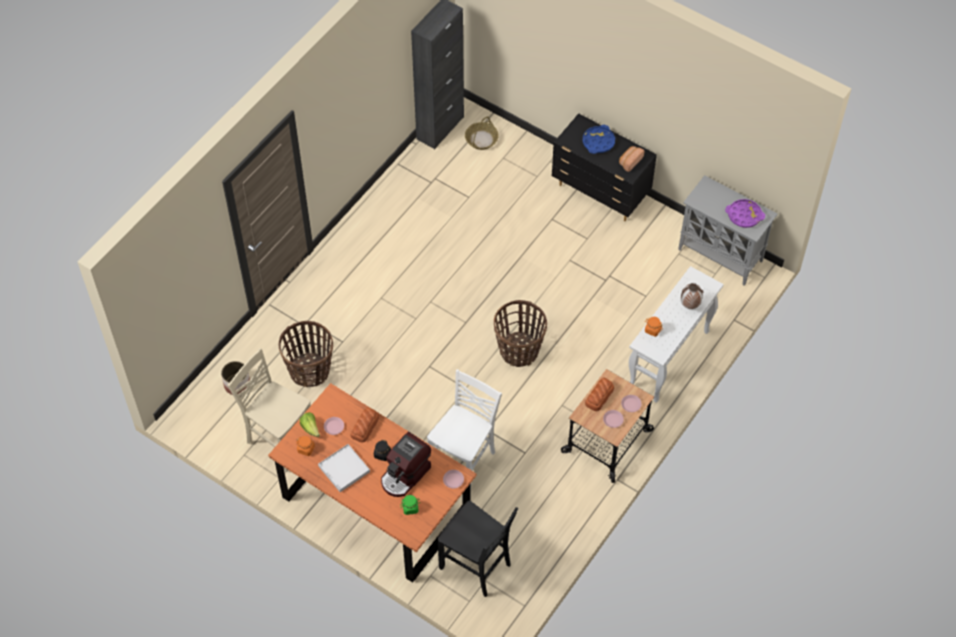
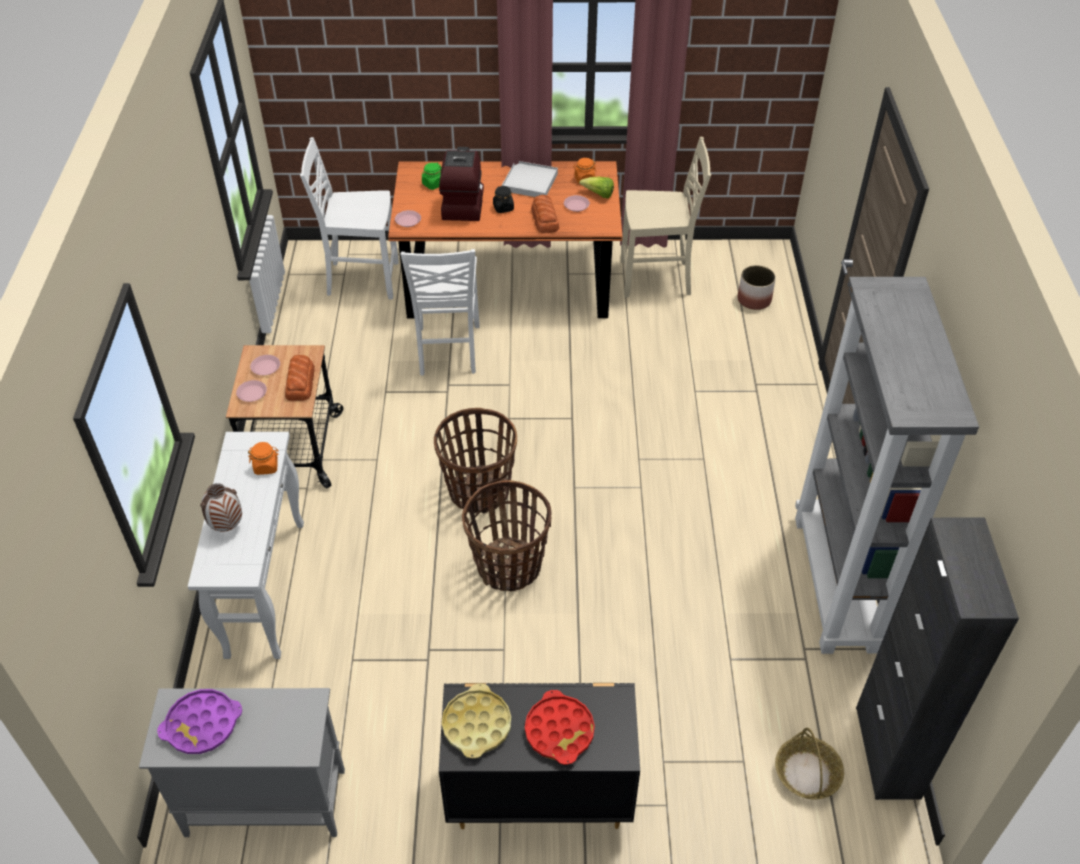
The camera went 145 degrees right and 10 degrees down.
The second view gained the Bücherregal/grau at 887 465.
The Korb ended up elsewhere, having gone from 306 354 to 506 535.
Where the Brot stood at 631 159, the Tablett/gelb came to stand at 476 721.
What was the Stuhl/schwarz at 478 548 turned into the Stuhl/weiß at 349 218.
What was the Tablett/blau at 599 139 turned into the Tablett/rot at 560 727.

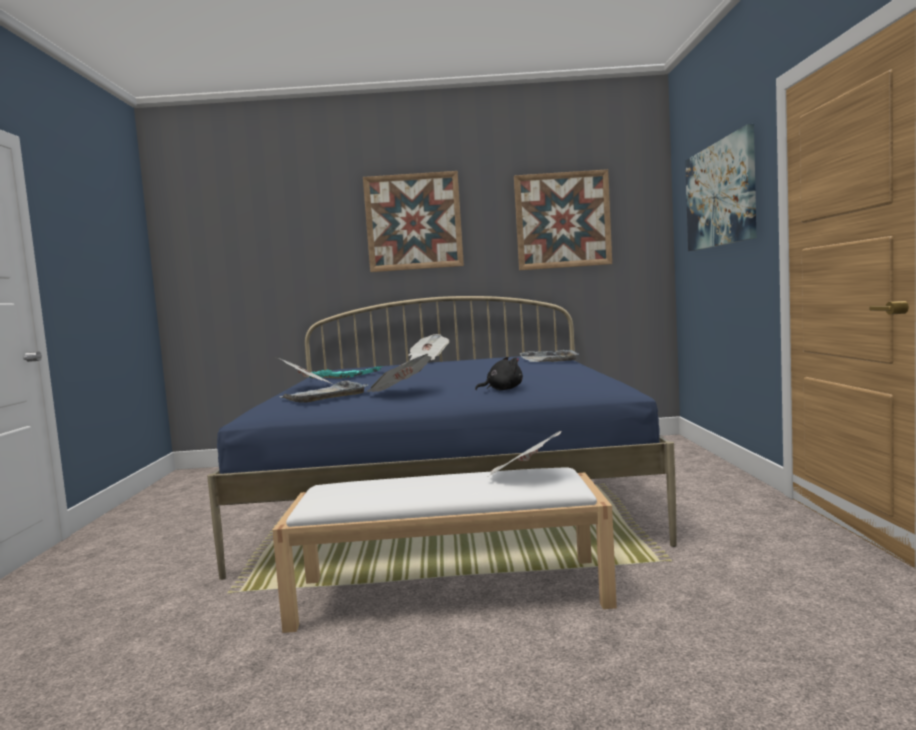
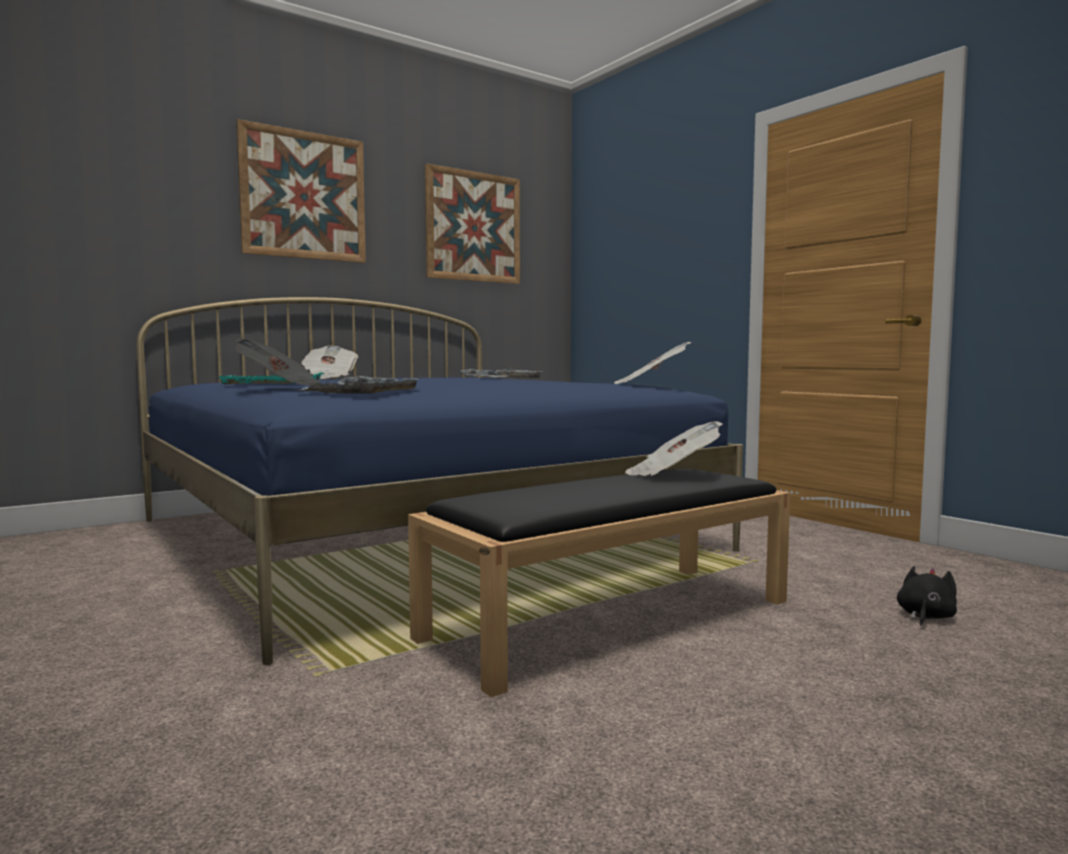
The camera went 35 degrees left and 0 degrees up.
The second view lost the Bild at 720 187.
The Zeitung ended up elsewhere, having gone from 399 373 to 652 363.
The Plüschtier/schwarz ended up elsewhere, having gone from 499 373 to 927 595.
What was the Bank/weiß at 444 550 turned into the Bank/schwarz at 599 582.

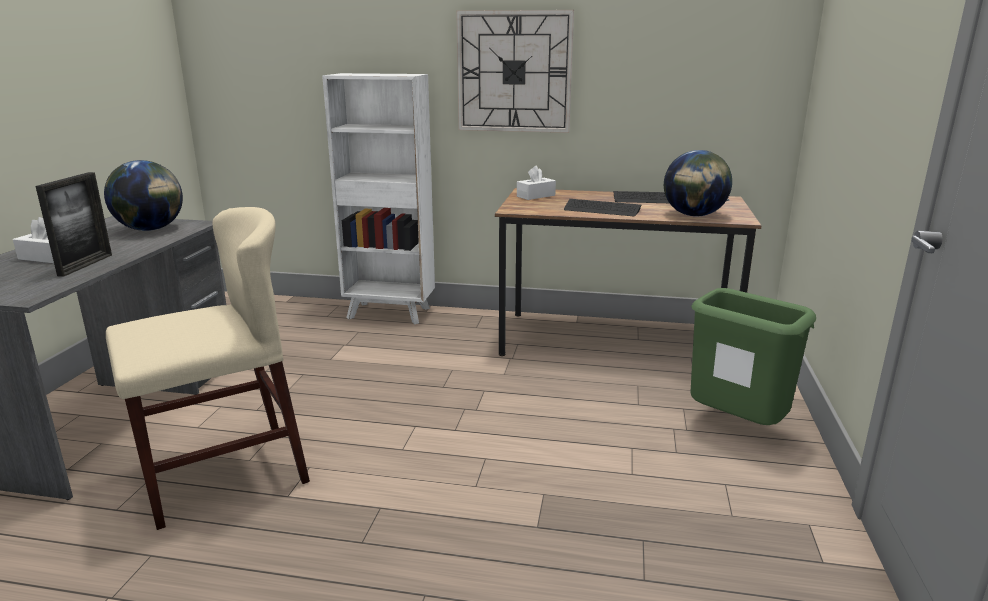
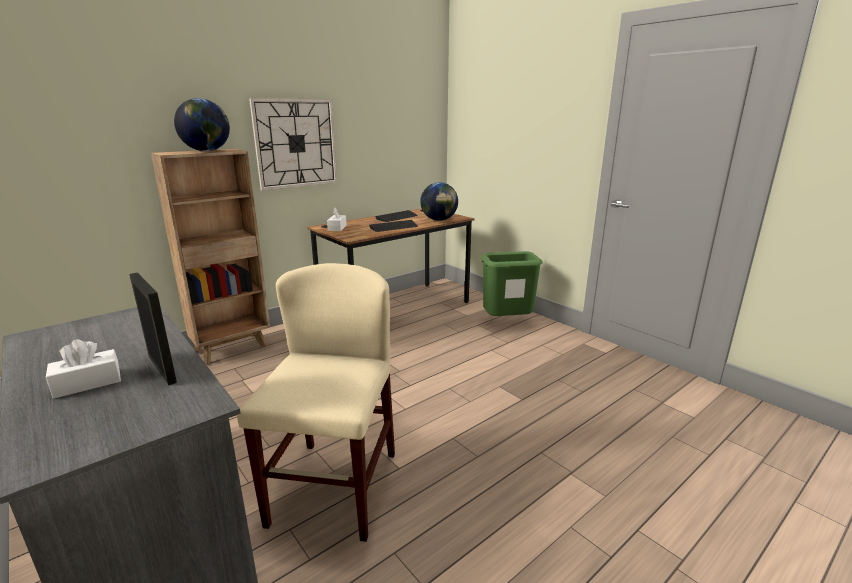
The camera went 50 degrees left and 0 degrees up.
The Globus ended up elsewhere, having gone from 143 195 to 202 124.
What was the Bücherregal/weiß at 378 198 turned into the Bücherregal/braun at 210 257.

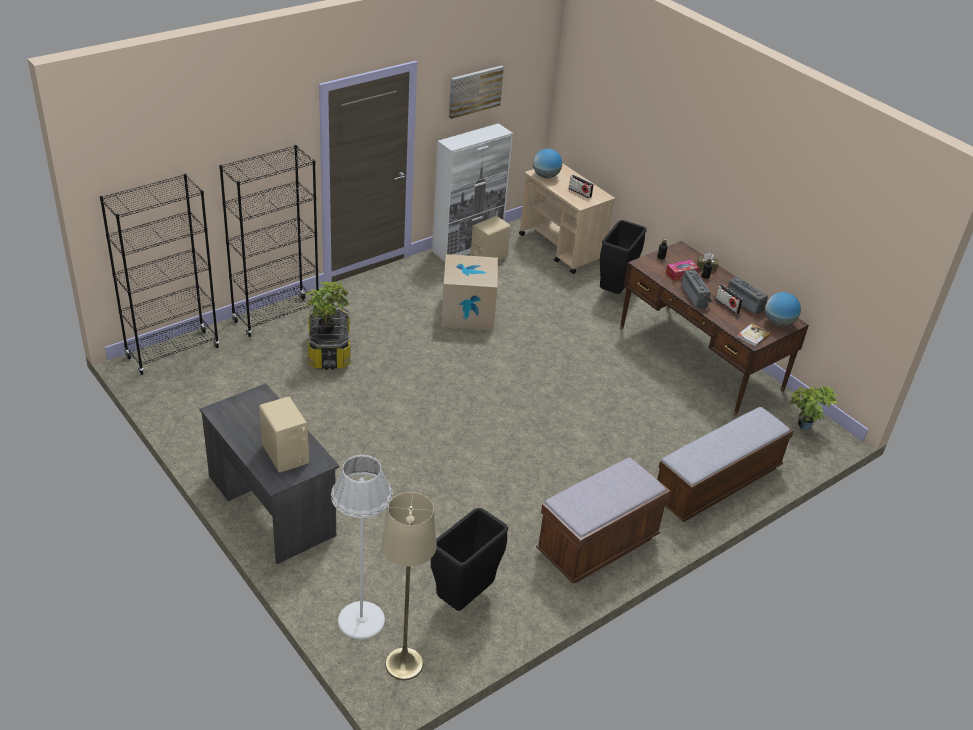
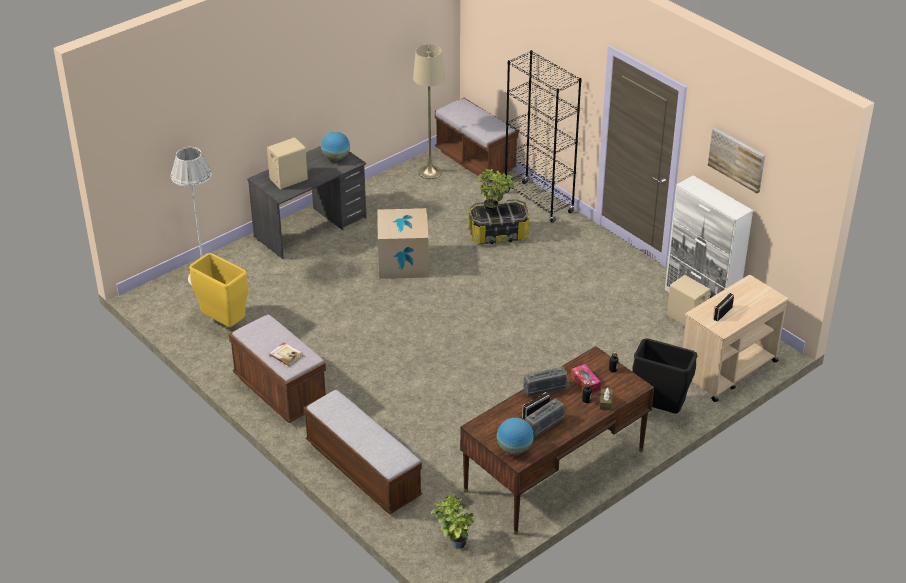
The camera went 90 degrees right and 0 degrees up.
The Stehlampe/beige ended up elsewhere, having gone from 409 586 to 429 111.
The Karton ended up elsewhere, having gone from 469 292 to 403 243.
The Globus ended up elsewhere, having gone from 547 163 to 335 146.
The Buch ended up elsewhere, having gone from 754 335 to 286 354.
Where the Bücherregal/schwarz stood at 159 274, the Bank/braun came to stand at 476 139.
What was the Mülleimer/schwarz at 469 559 turned into the Mülleimer/gelb at 218 290.

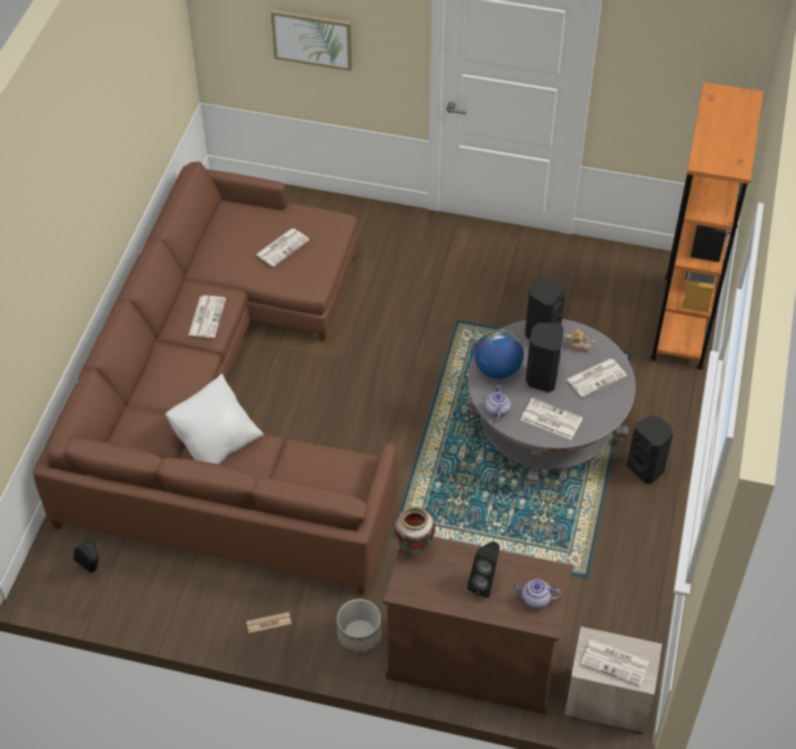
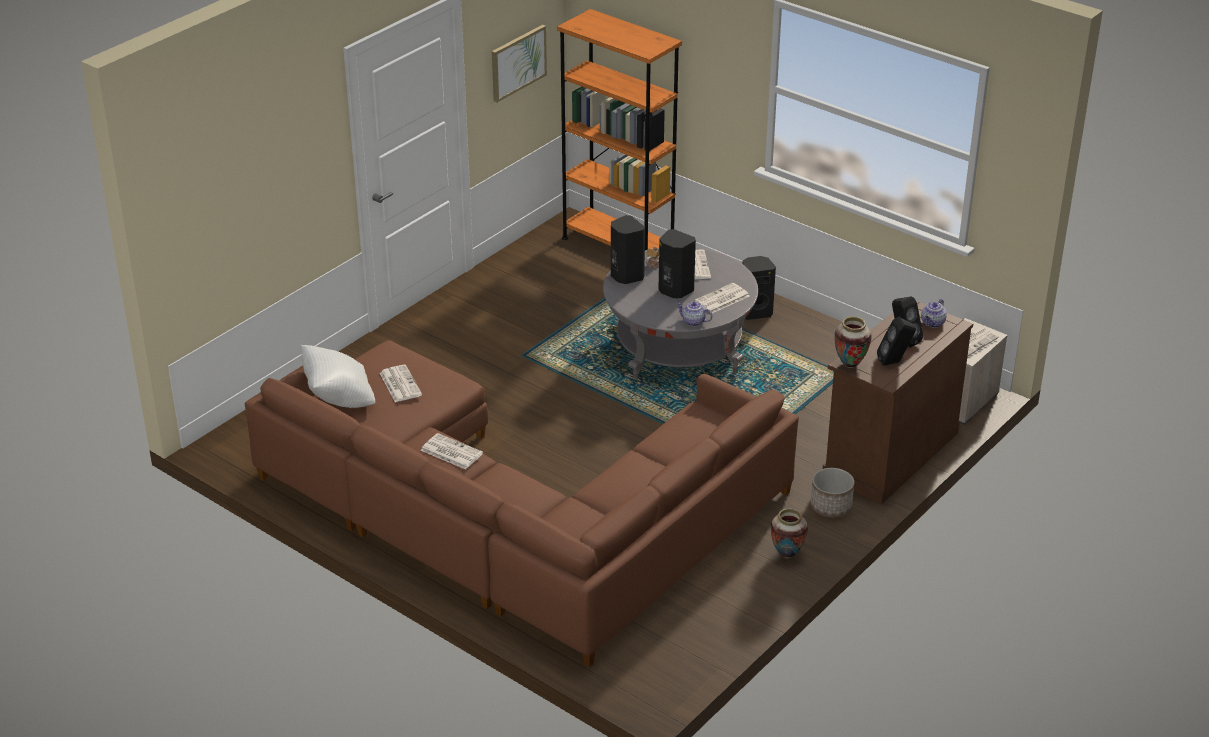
The camera went 65 degrees left and 15 degrees down.
The second view lost the Globus at 499 354.
The Lautsprecher/schwarz ended up elsewhere, having gone from 86 555 to 896 341.
The Kissen/weiß ended up elsewhere, having gone from 214 419 to 338 376.
The Bild ended up elsewhere, having gone from 312 40 to 519 63.
Where the Zeitung stood at 268 622, the Vase came to stand at 789 533.

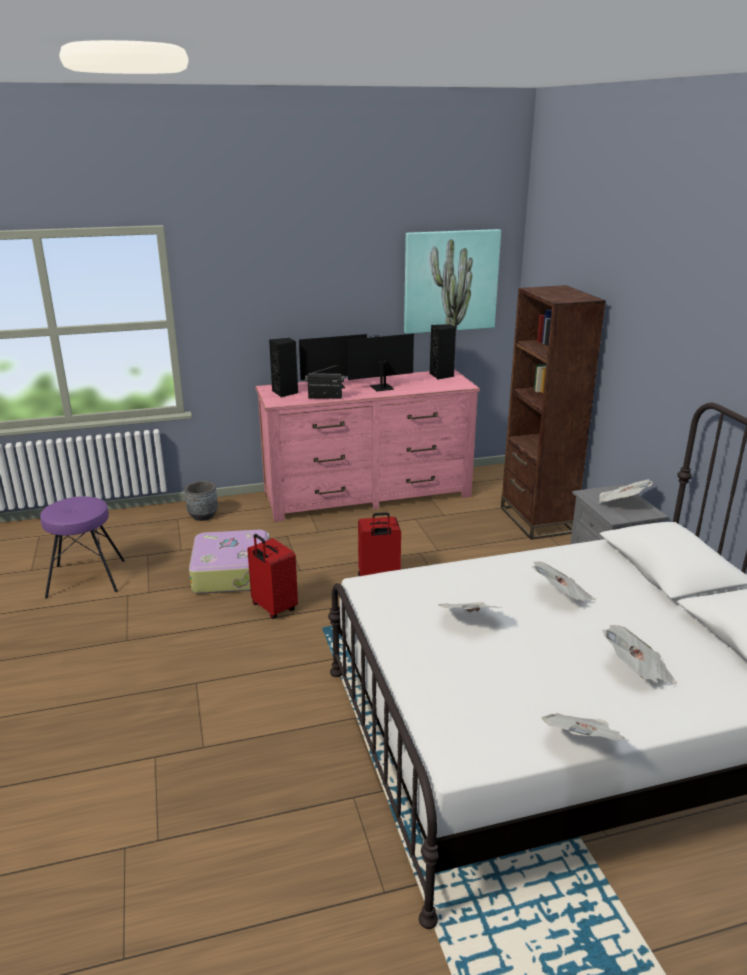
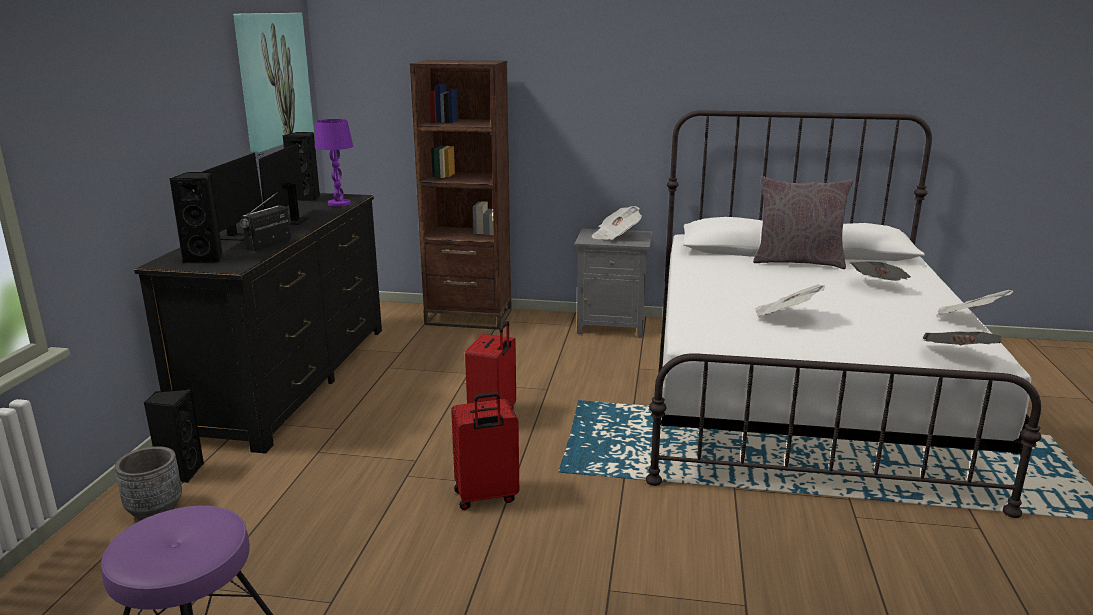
The camera went 65 degrees left and 5 degrees down.
The second view lost the Koffer at 229 562.
The second view gained the Lautsprecher/schwarz at 174 436.
The second view gained the Tischlampe/lila at 334 163.
The second view gained the Kissen/grau at 803 222.
The Zeitung ended up elsewhere, having gone from 564 581 to 962 338.
What was the Kommode/rosa at 367 445 turned into the Kommode/schwarz at 258 323.

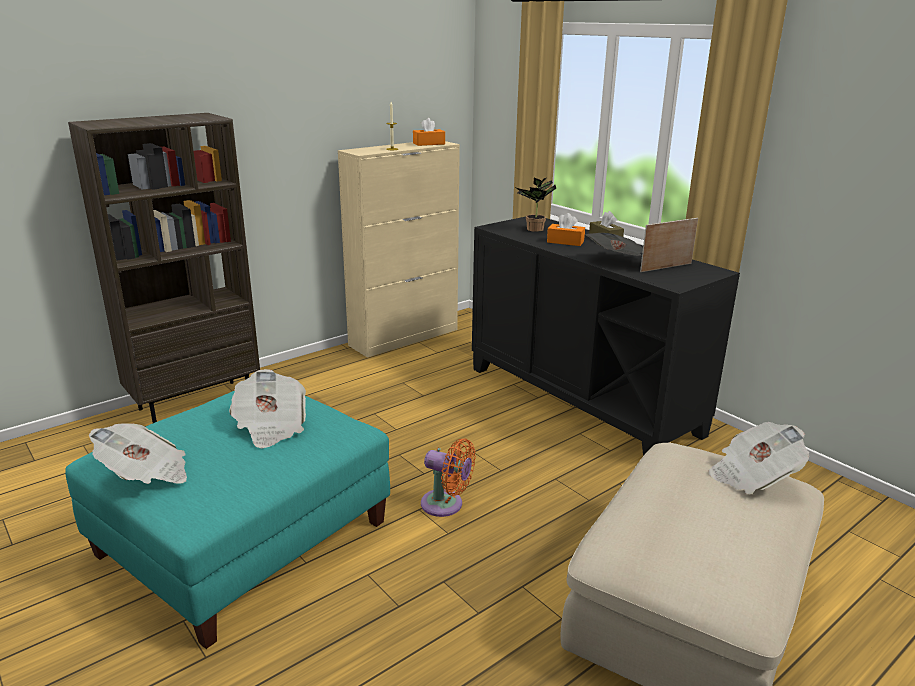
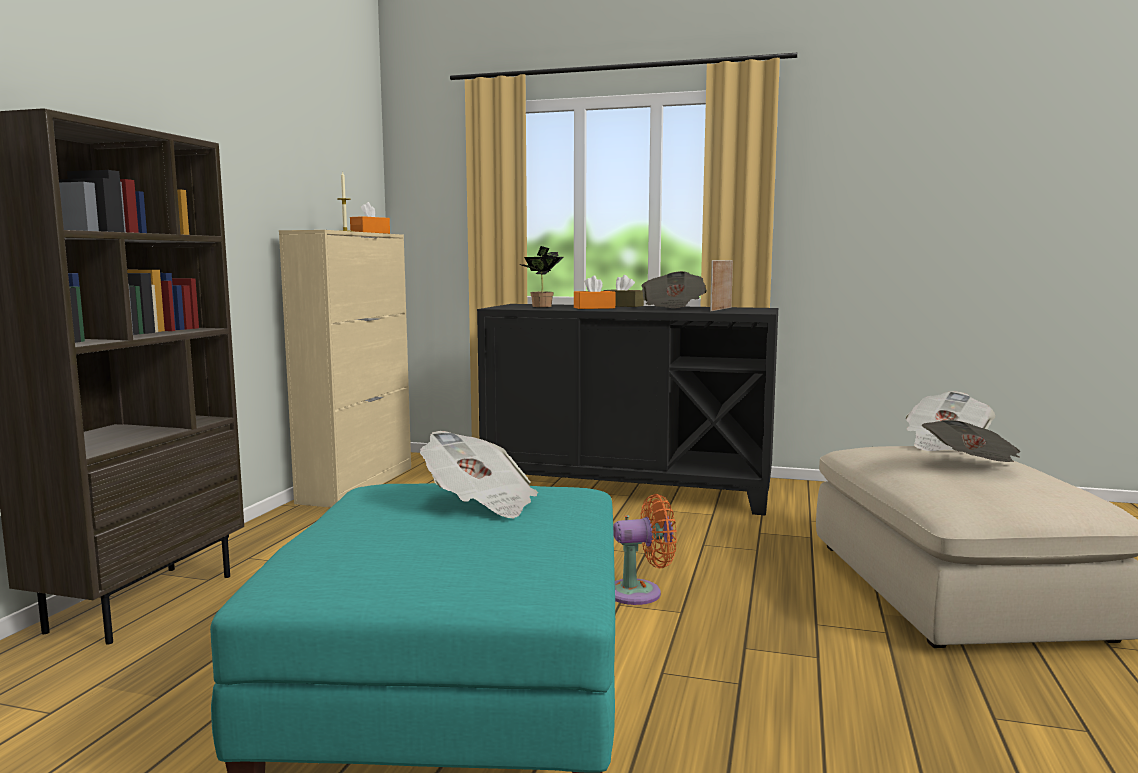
The camera went 35 degrees left and 15 degrees down.
The Zeitung ended up elsewhere, having gone from 138 453 to 971 441.

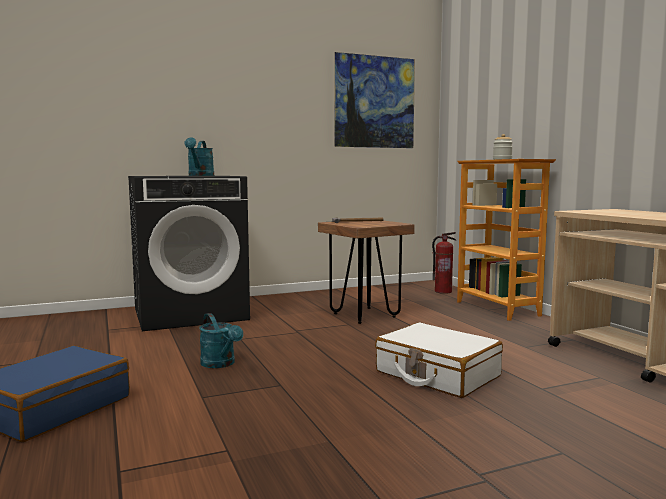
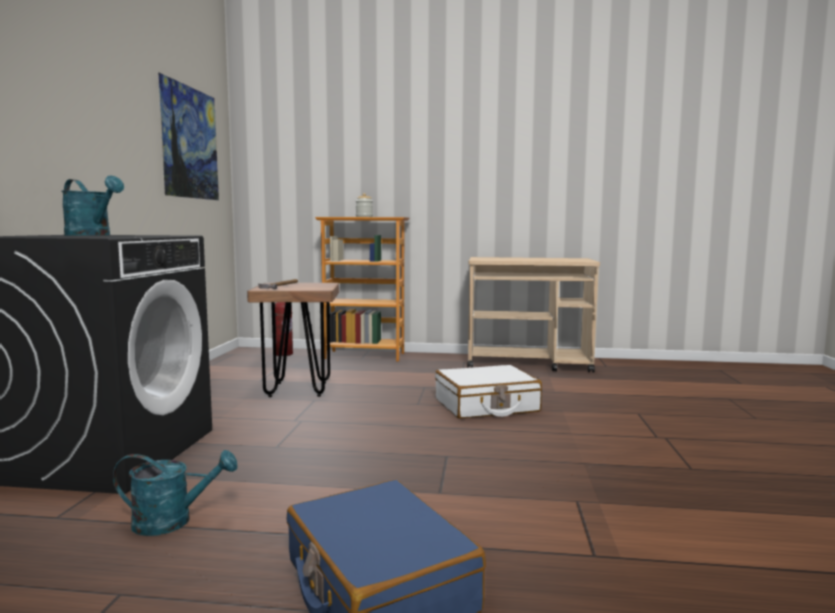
The camera went 60 degrees left and 0 degrees up.
The Gießkanne/türkis ended up elsewhere, having gone from 221 340 to 175 493.

